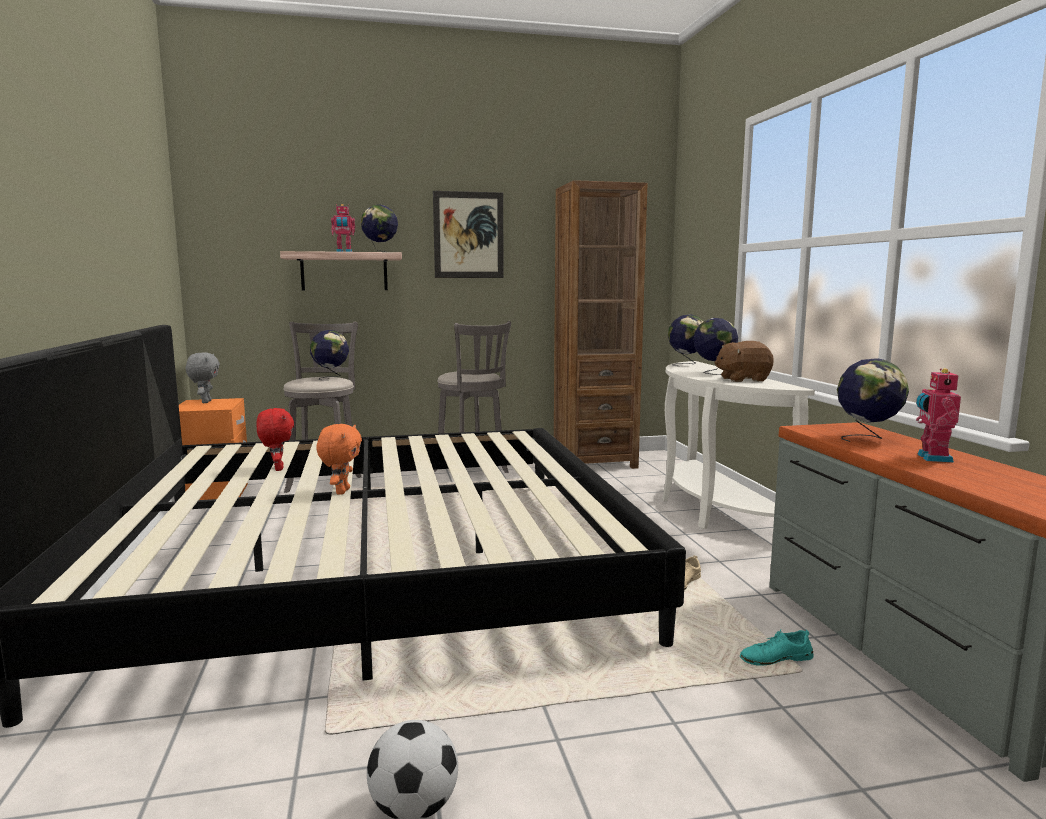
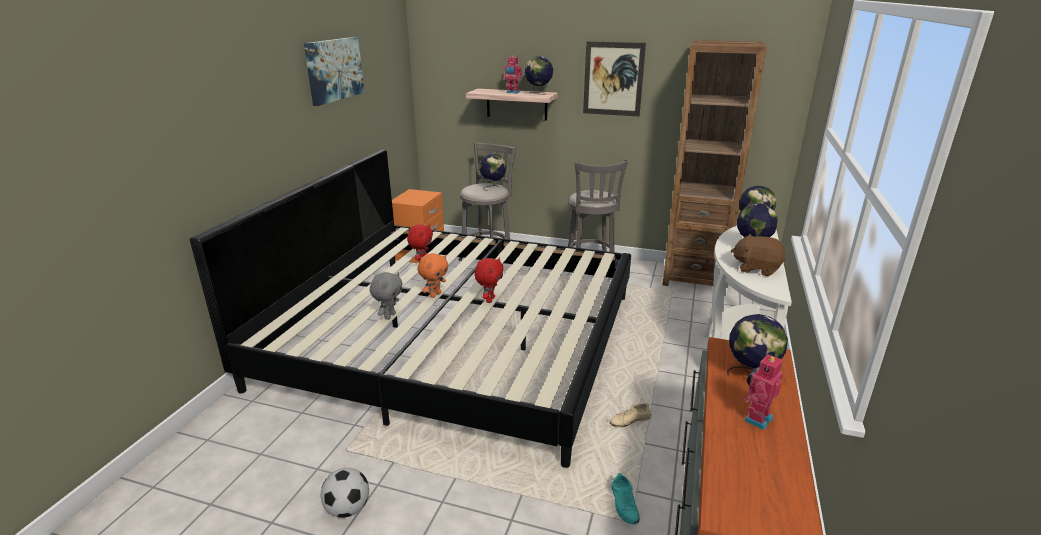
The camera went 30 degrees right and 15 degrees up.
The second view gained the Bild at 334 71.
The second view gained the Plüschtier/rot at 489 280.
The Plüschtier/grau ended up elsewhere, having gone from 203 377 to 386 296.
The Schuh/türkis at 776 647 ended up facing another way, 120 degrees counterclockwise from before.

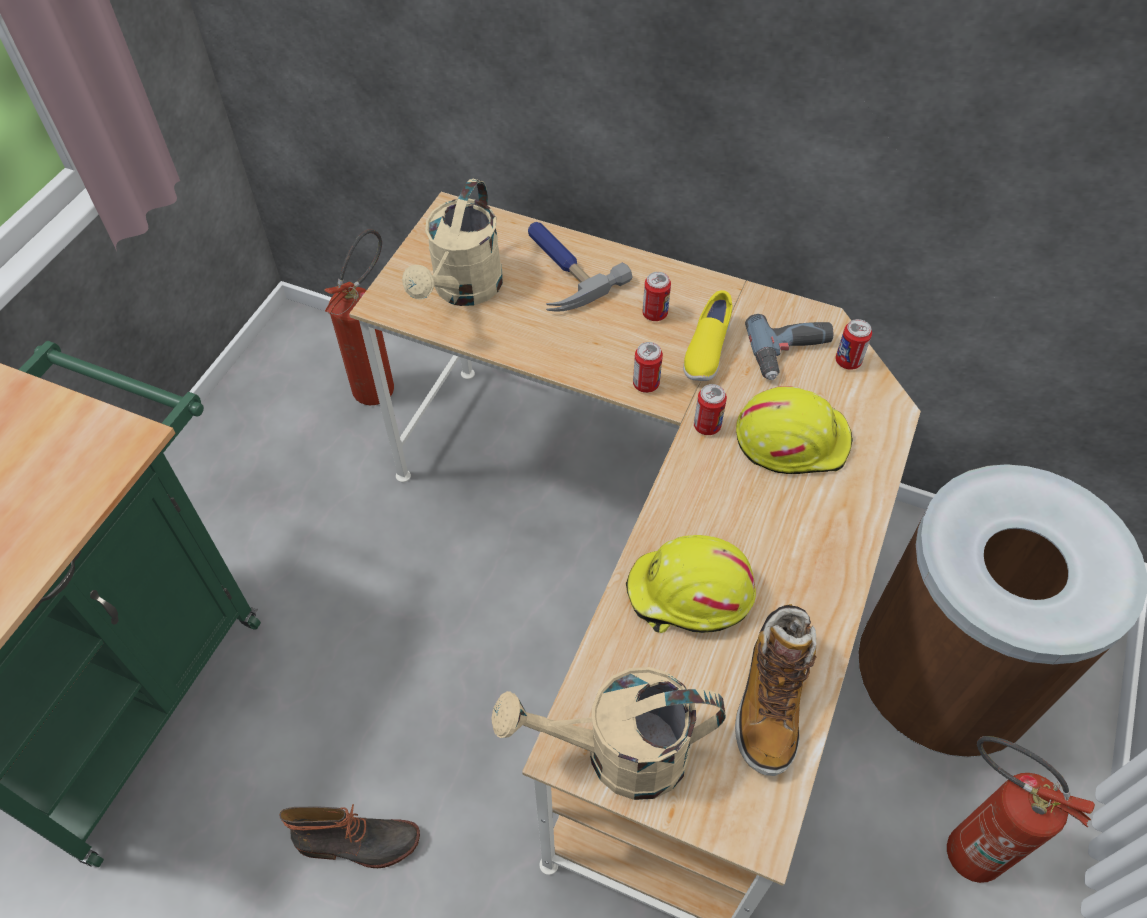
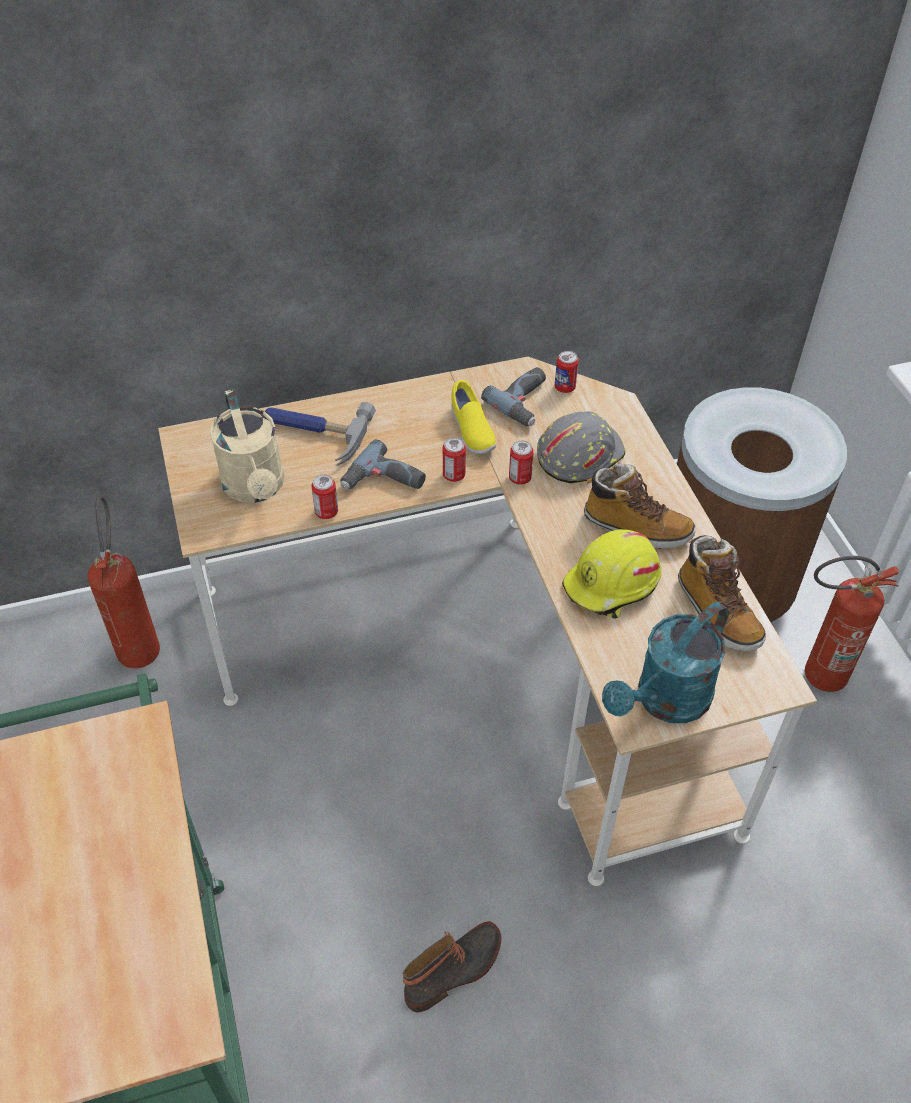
The camera went 40 degrees left and 5 degrees down.
The second view gained the Bohrmaschine at 383 464.
The second view gained the Stiefel at 640 506.
The Dose ended up elsewhere, having gone from 656 296 to 324 497.
What was the Gießkanne/beige at 608 733 turned into the Gießkanne/türkis at 665 662.
What was the Schutzhelm/gelb at 794 430 turned into the Schutzhelm/grau at 581 447.

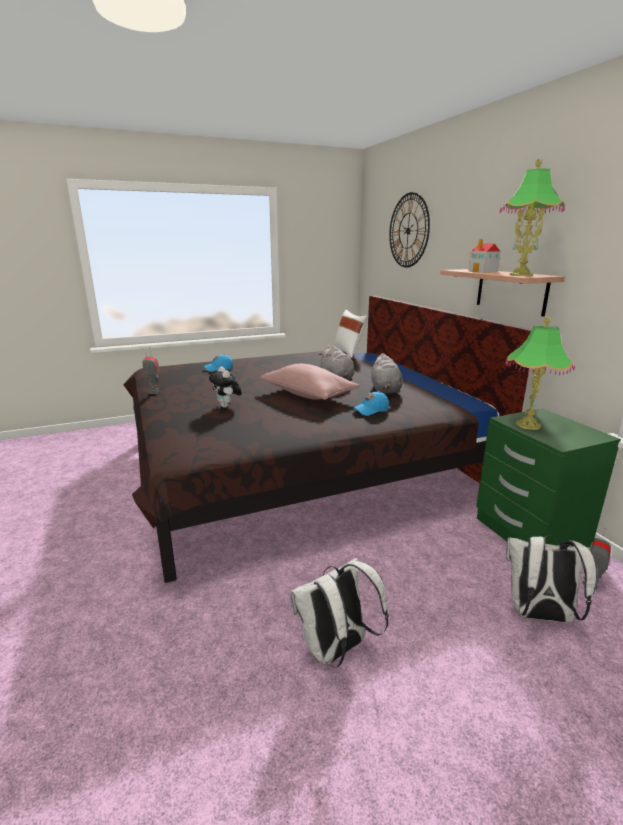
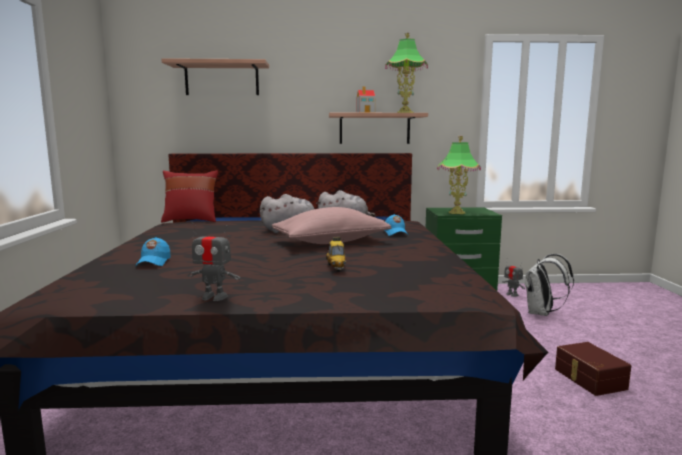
The camera went 70 degrees left and 10 degrees down.
Where the Plüschtier stood at 225 387, the Spielzeugauto came to stand at 336 254.
Where the Rucksack/weiß stood at 339 612, the Aufbewahrungsbox/braun came to stand at 593 369.
Where the Wanduhr hung at 409 229, the Wandregal came to hang at 215 76.
What was the Kissen/weiß at 350 334 turned into the Kissen/rot at 189 196.

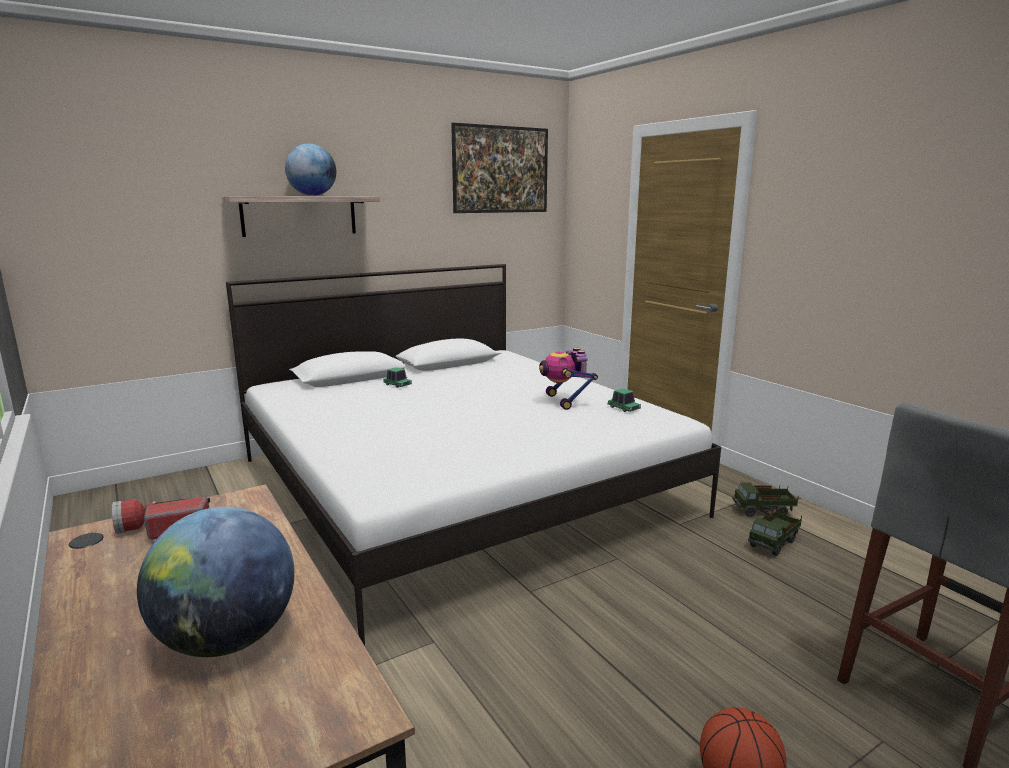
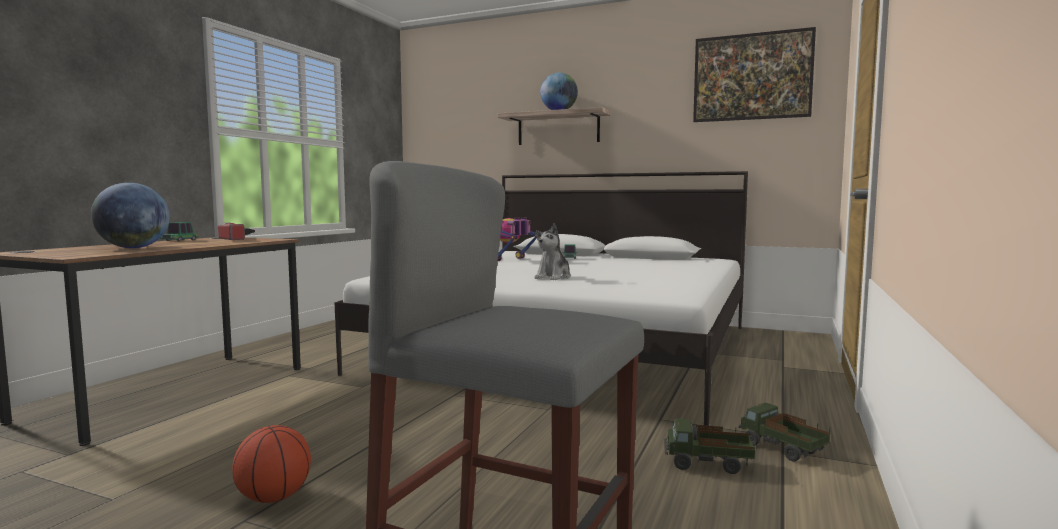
The camera went 55 degrees right and 10 degrees down.
The second view gained the Plüschtier at 552 252.
The Spielzeugroboter ended up elsewhere, having gone from 568 379 to 517 239.
The Spielzeugauto ended up elsewhere, having gone from 624 400 to 179 231.

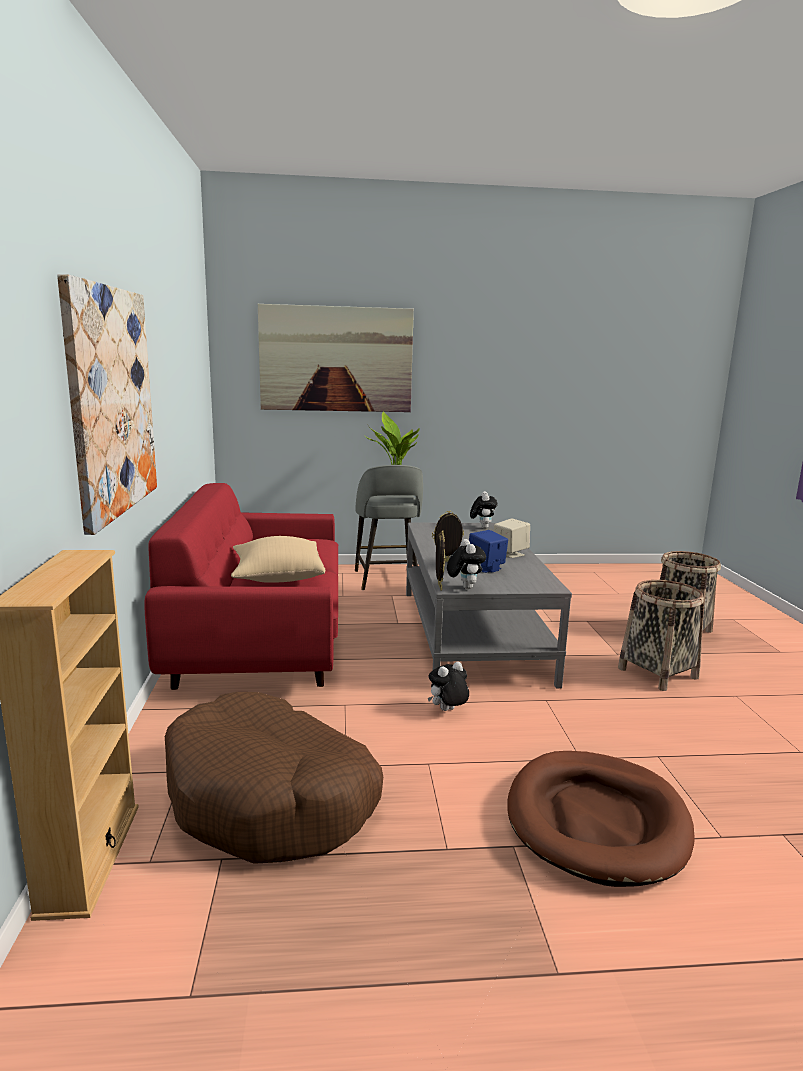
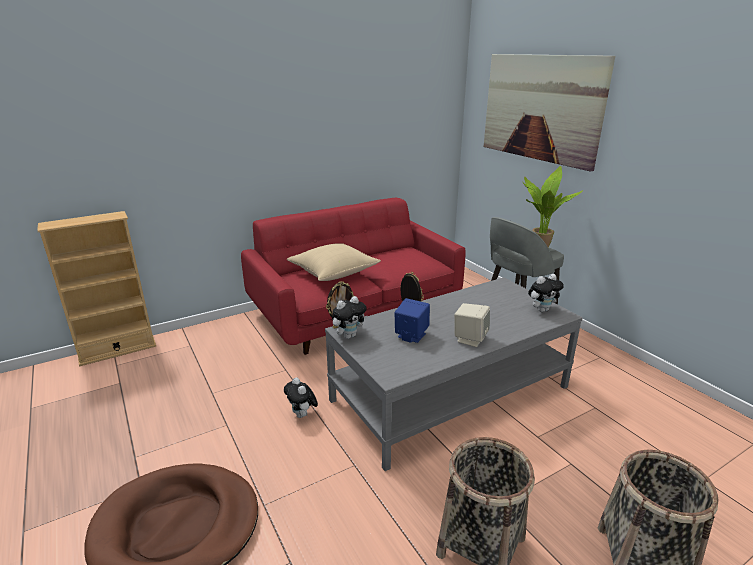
The camera went 65 degrees right and 10 degrees up.
The second view lost the Bild at 107 404.
The second view lost the Hundebett/braun at 274 778.
The Plüschtier at 448 686 ended up facing another way, 150 degrees counterclockwise from before.

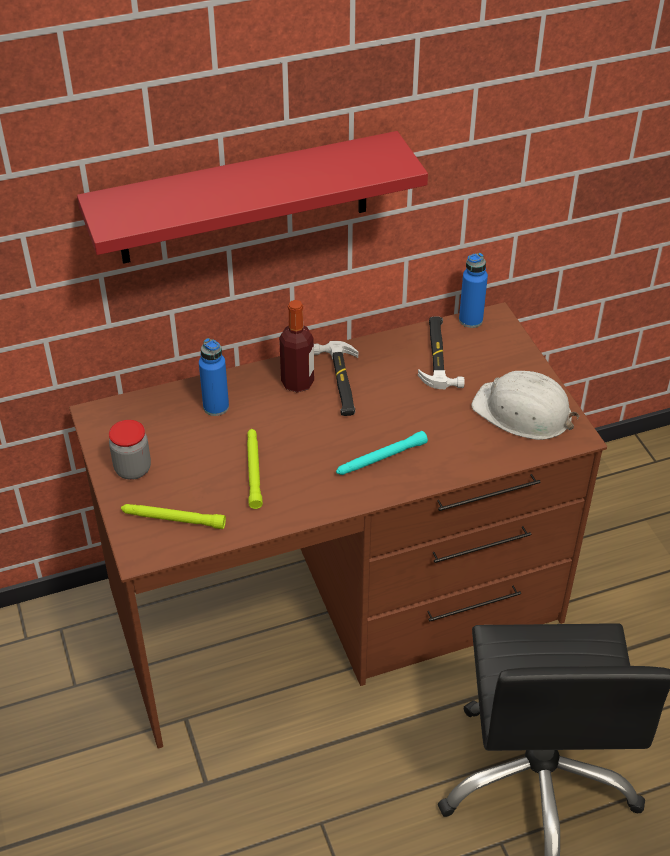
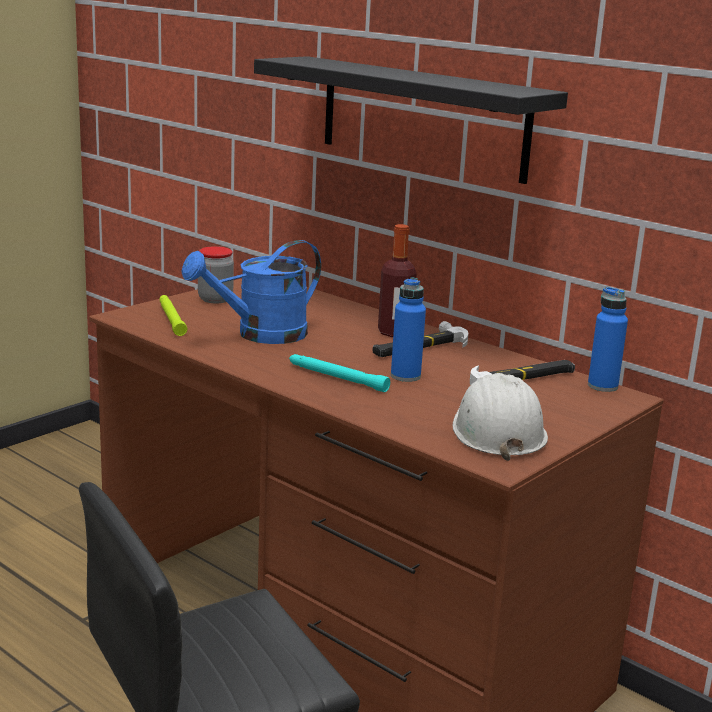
The camera went 60 degrees right and 25 degrees down.
The Flasche/blau ended up elsewhere, having gone from 214 377 to 408 329.
Where the Taschenlampe/grün stood at 255 469, the Gießkanne/blau came to stand at 251 292.
What was the Wandregal/rot at 252 197 turned into the Wandregal/schwarz at 411 120.

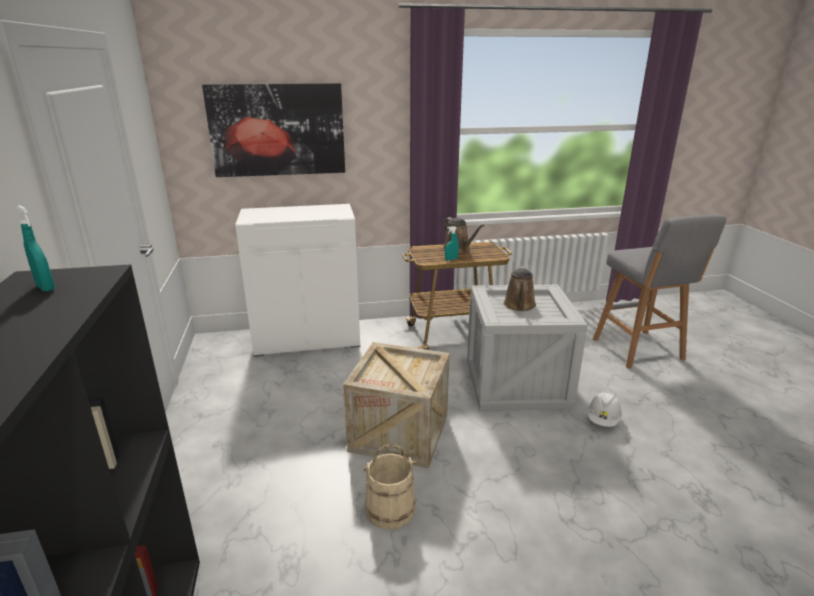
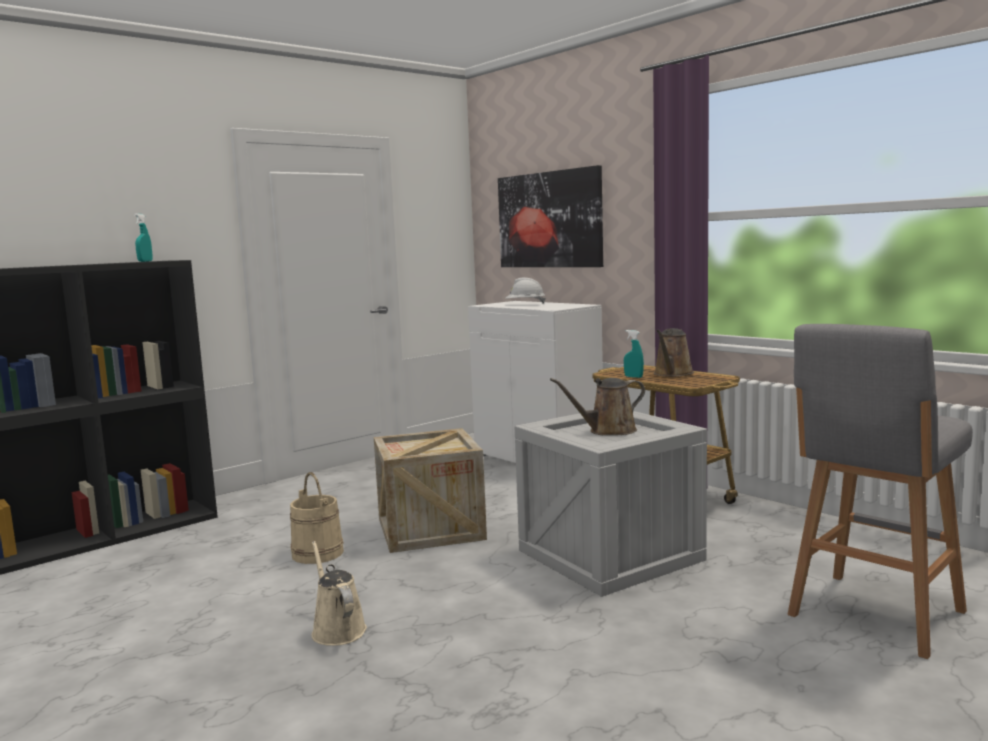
The camera went 60 degrees right and 15 degrees down.
The second view gained the Gießkanne/beige at 339 593.
The Schutzhelm/weiß ended up elsewhere, having gone from 605 409 to 526 291.

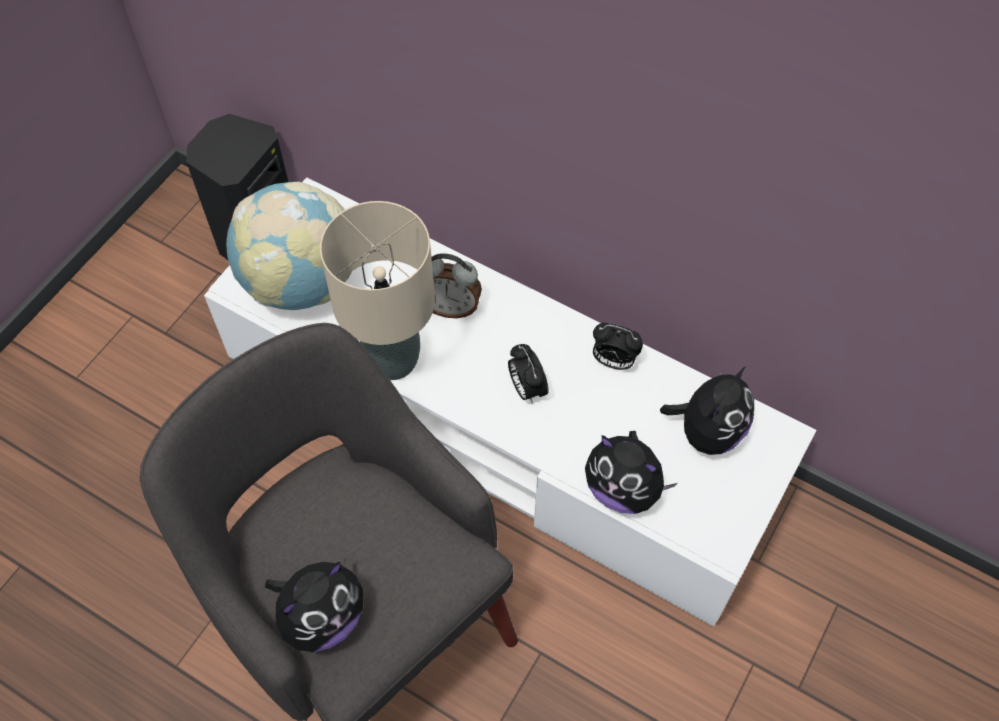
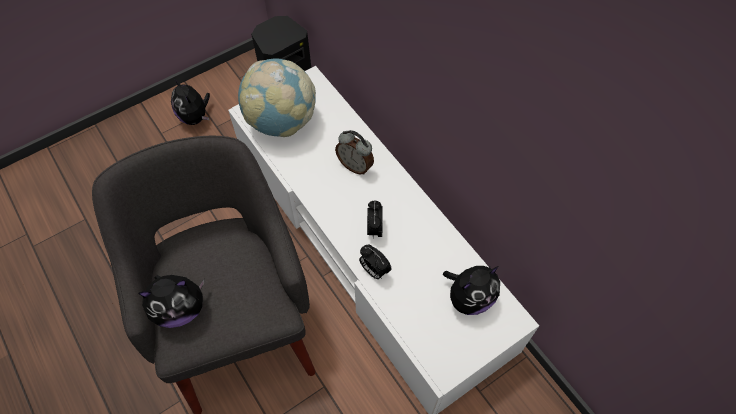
The camera went 25 degrees right and 0 degrees up.
The second view lost the Tischlampe/beige at 377 290.
The Plüschtier ended up elsewhere, having gone from 631 472 to 190 101.
The Wecker ended up elsewhere, having gone from 618 346 to 375 262.

